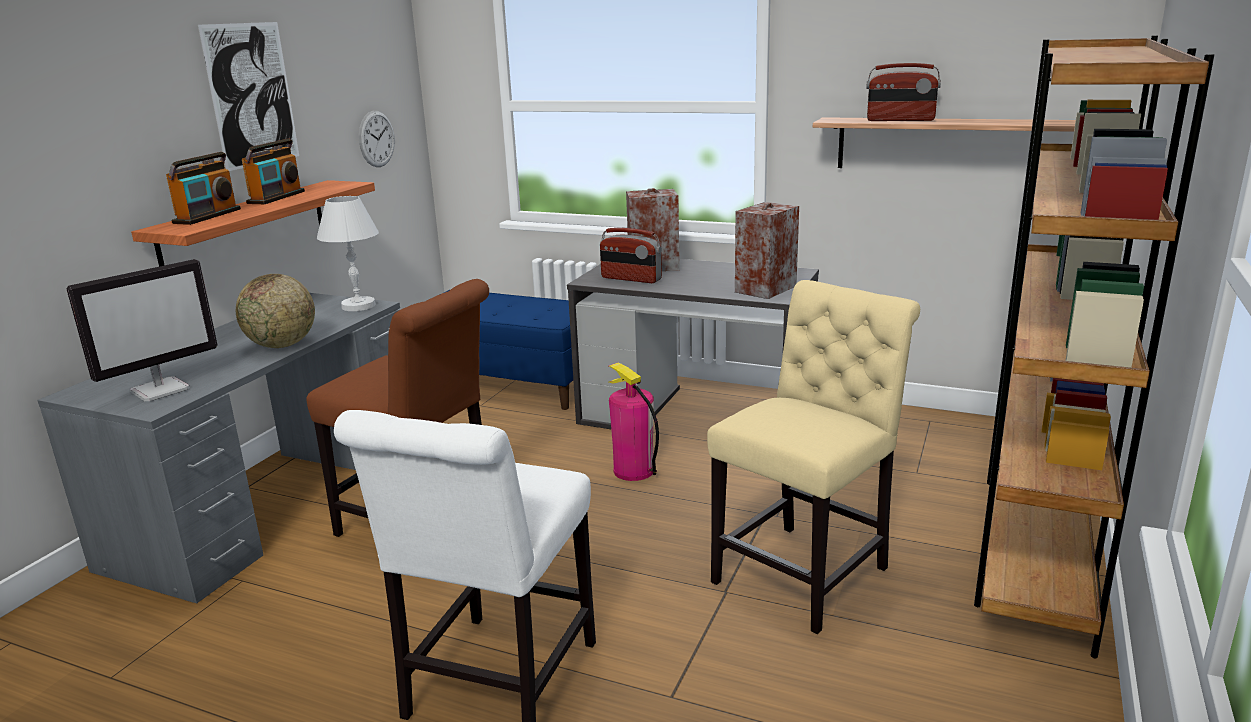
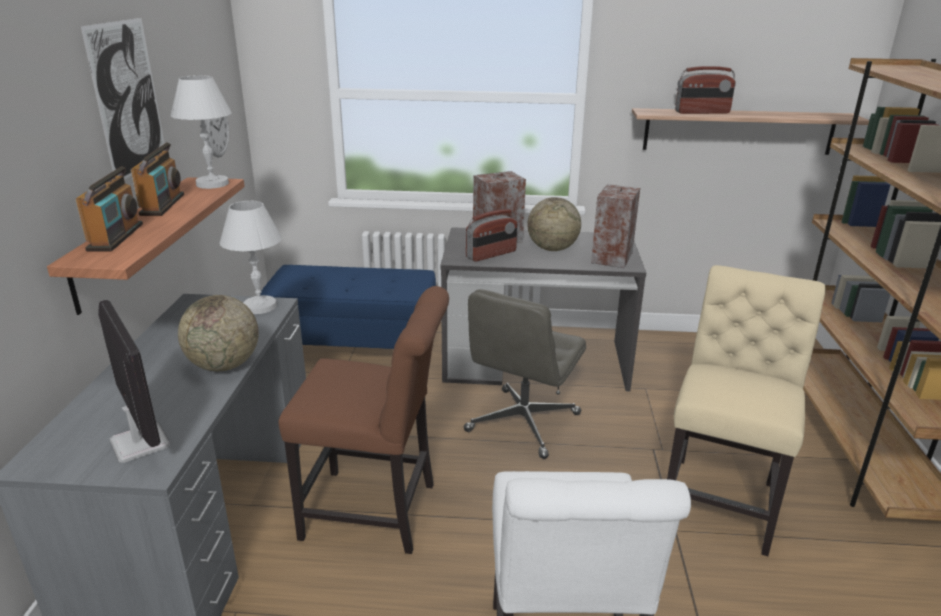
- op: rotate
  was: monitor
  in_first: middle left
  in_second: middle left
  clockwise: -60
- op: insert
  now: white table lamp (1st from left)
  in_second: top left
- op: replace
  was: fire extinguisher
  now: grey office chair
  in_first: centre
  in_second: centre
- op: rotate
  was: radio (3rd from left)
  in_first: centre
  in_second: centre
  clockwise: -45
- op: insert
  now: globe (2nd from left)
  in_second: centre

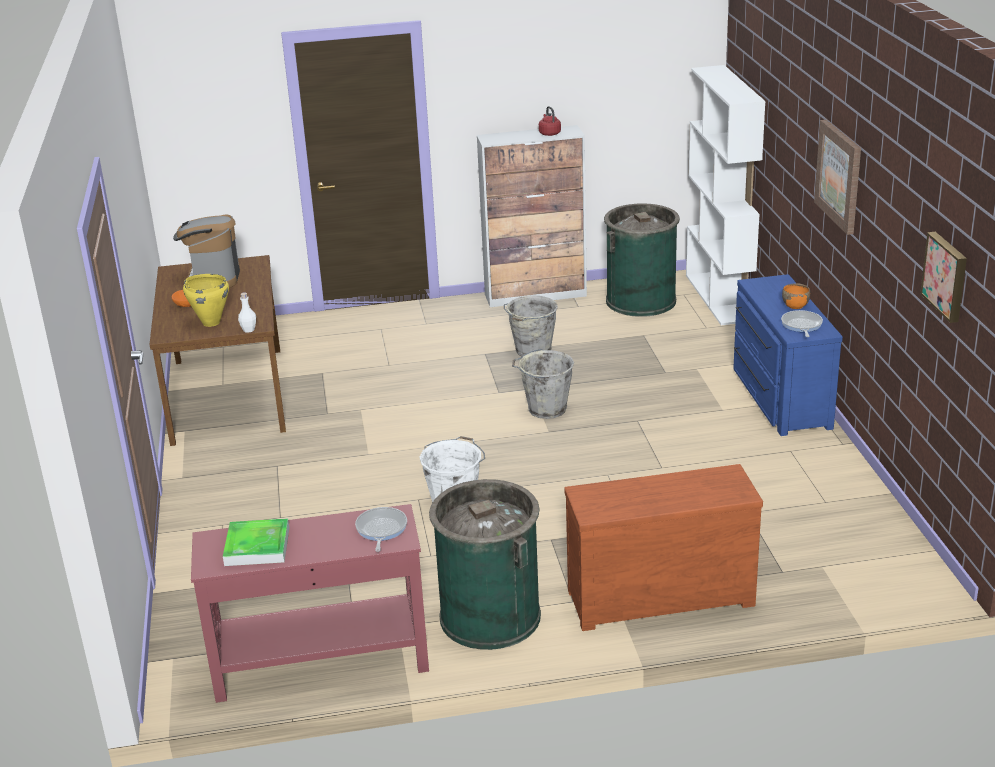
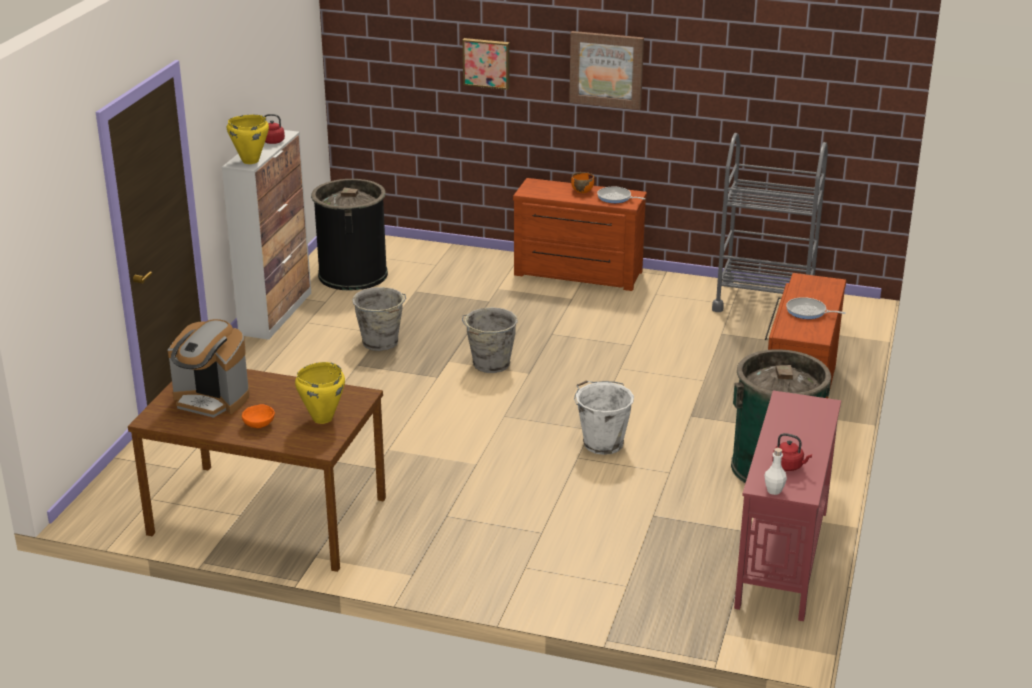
- op: insert
  now: yellow cooking pot (1st from left)
  in_second: top left
- op: recolor
  was: green trash can (2nd from left)
  now: black trash can
  in_first: centre
  in_second: centre
- op: move
  was: picture (2nd from left in the first image)
  now: picture (1st from left)
  in_first: middle right
  in_second: top centre
- op: recolor
  was: blue dresser
  now: brown dresser (1st from left)
  in_first: middle right
  in_second: centre
- op: insert
  now: grey cart
  in_second: top right
- op: move
  was: white bottle
  in_first: middle left
  in_second: bottom right
- op: replace
  was: tray
  now: red kettle (2nd from left)
  in_first: bottom left
  in_second: middle right
- op: move
  was: frying pan (1st from left in the first image)
  now: frying pan (2nd from left)
  in_first: bottom centre
  in_second: middle right
- op: delete
  was: white bookcase
  in_first: top right

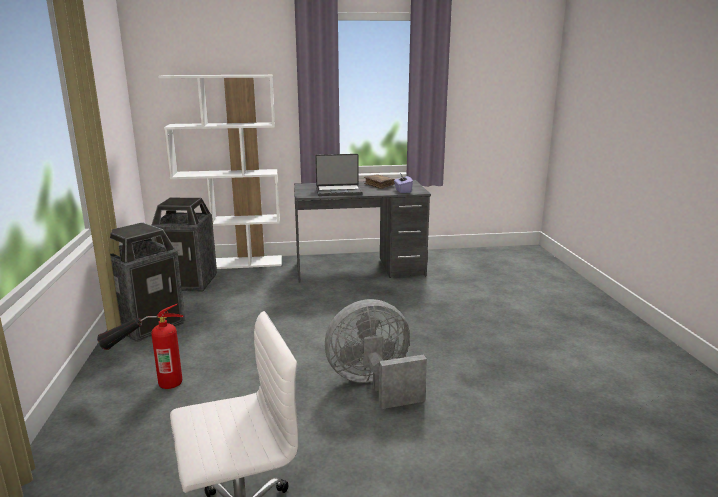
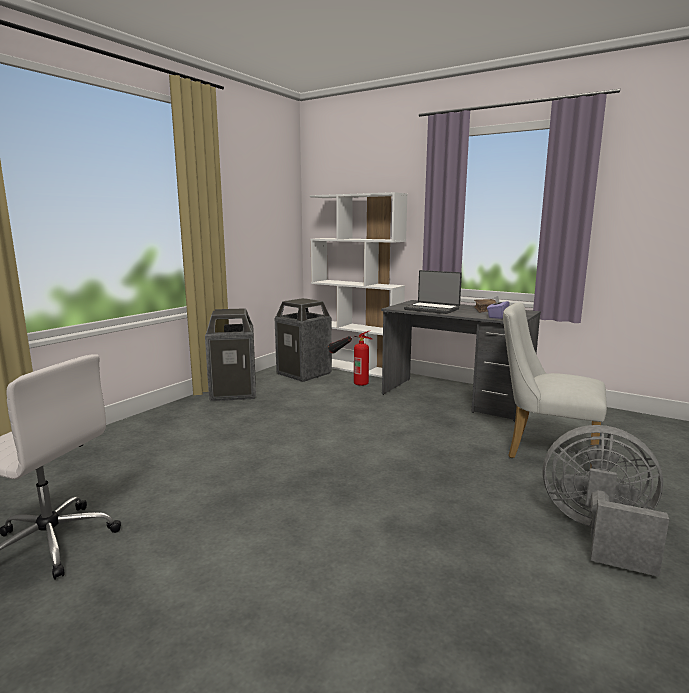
- op: move
  was: fire extinguisher
  in_first: bottom left
  in_second: centre
- op: insert
  now: white chair
  in_second: middle right
- op: move
  was: grey fan
  in_first: bottom centre
  in_second: bottom right

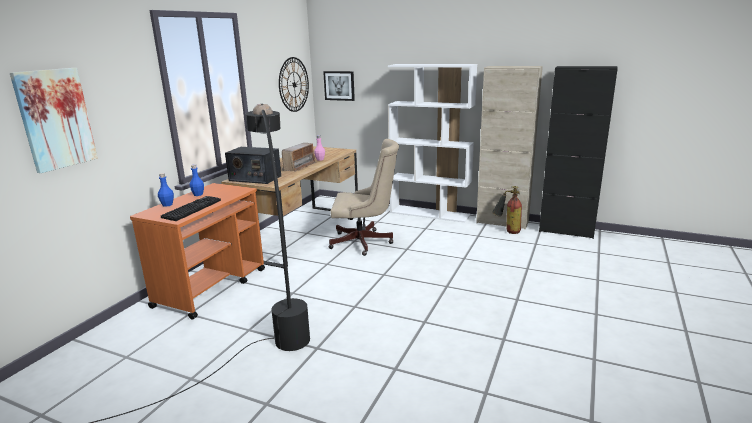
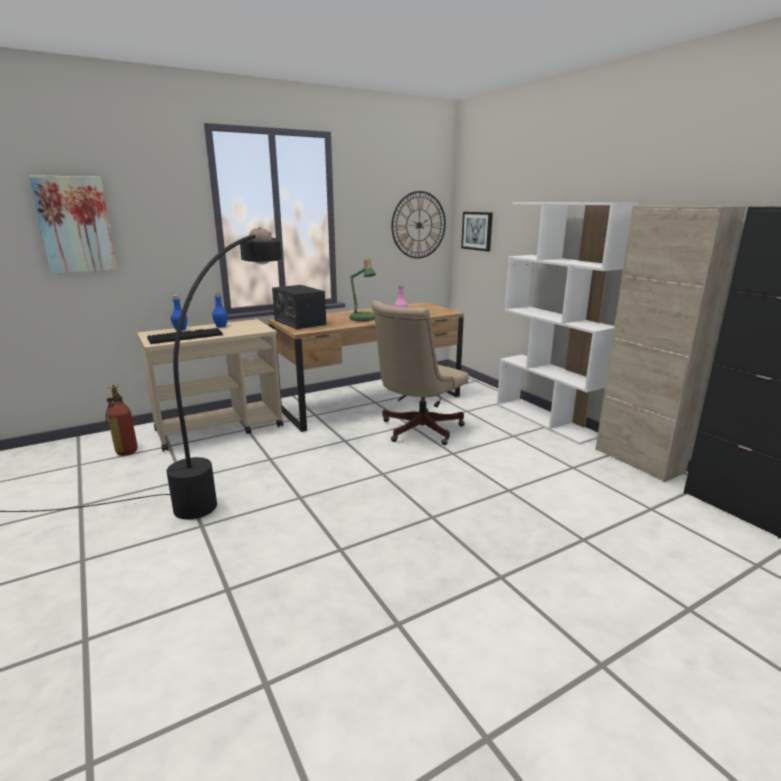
- op: move
  was: fire extinguisher
  in_first: middle right
  in_second: middle left
- op: recolor
  was: orange cart
  now: beige cart
  in_first: middle left
  in_second: middle left
- op: replace
  was: radio (2nd from left)
  now: table lamp
  in_first: centre
  in_second: centre
- op: rotate
  was: beige office chair
  in_first: centre
  in_second: centre
  clockwise: 90

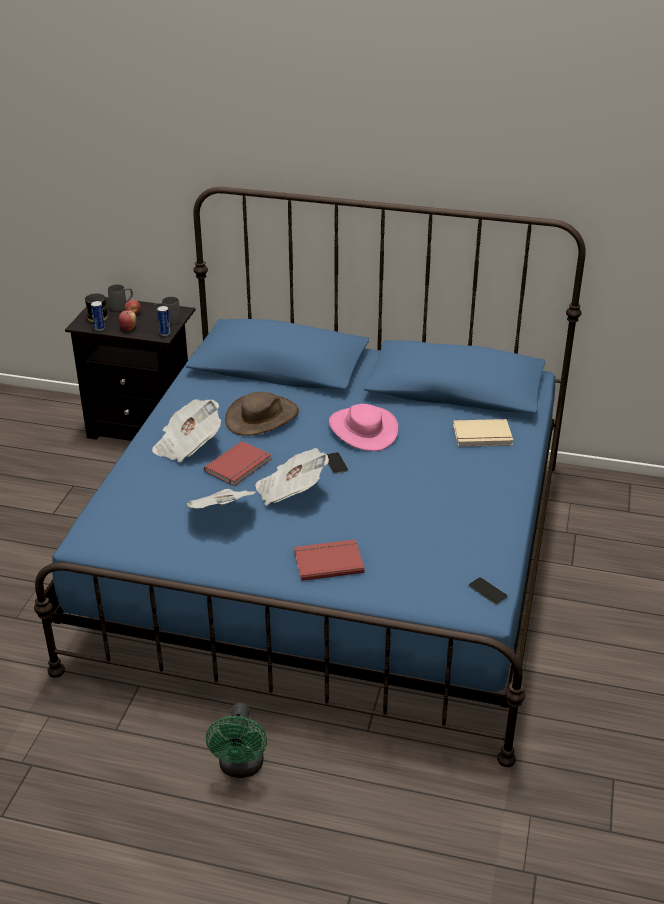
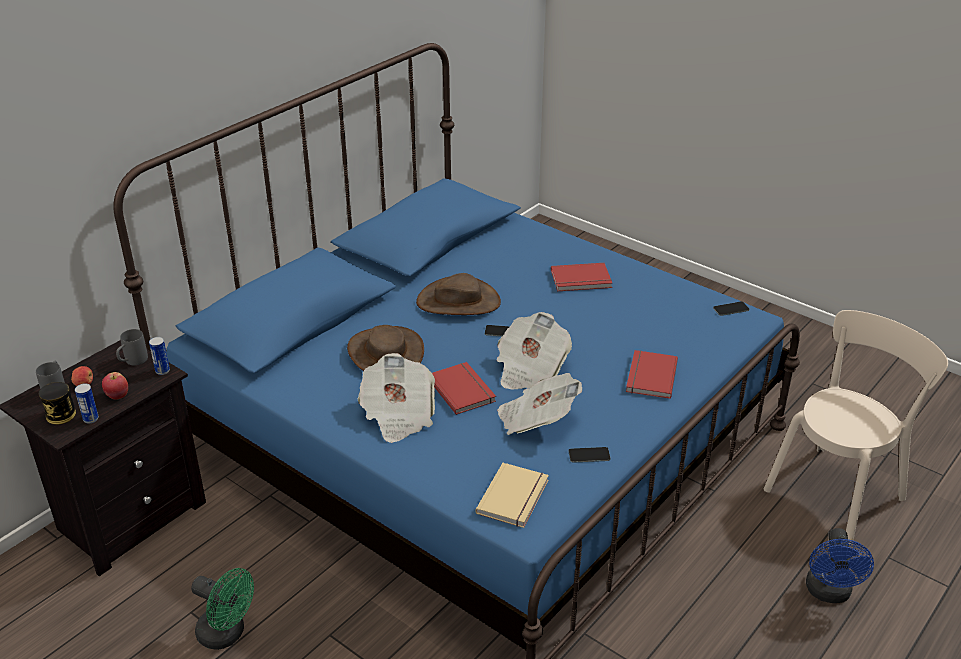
- op: move
  was: green fan
  in_first: bottom centre
  in_second: bottom left
- op: recolor
  was: pink hat
  now: brown hat (2nd from left)
  in_first: centre
  in_second: centre
- op: move
  was: beige book
  in_first: middle right
  in_second: bottom centre
- op: insert
  now: red book (2nd from left)
  in_second: centre
- op: insert
  now: phone (2nd from left)
  in_second: bottom centre
- op: insert
  now: beige chair
  in_second: middle right
- op: insert
  now: blue fan
  in_second: bottom right

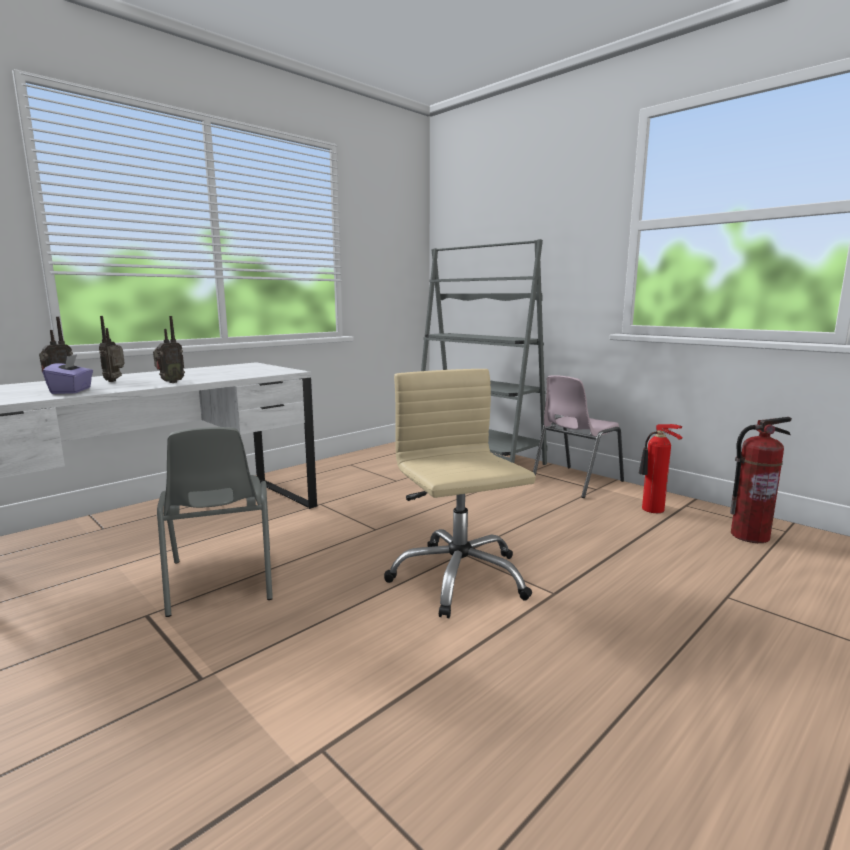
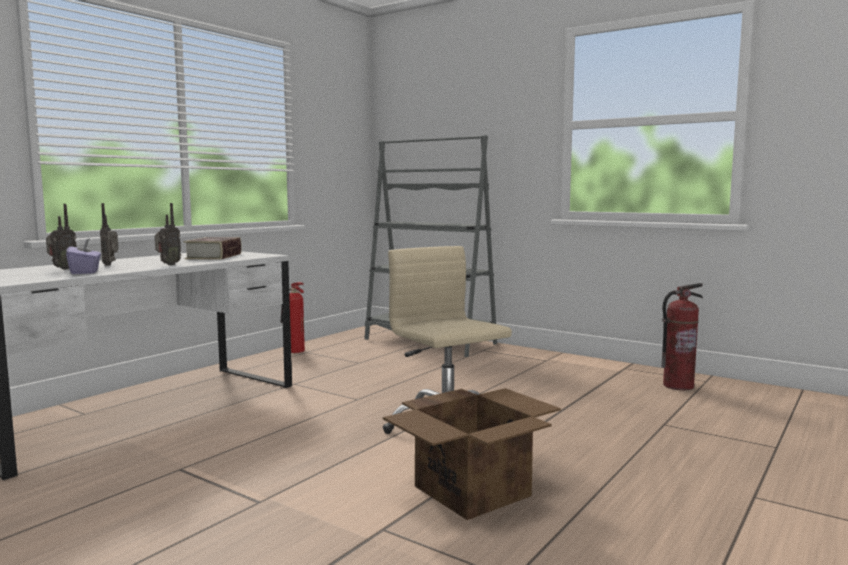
- op: insert
  now: book
  in_second: middle left
- op: move
  was: fire extinguisher (1st from left)
  in_first: middle right
  in_second: centre
- op: insert
  now: cardboard box
  in_second: bottom centre
- op: delete
  was: grey chair
  in_first: middle left
- op: delete
  was: pink chair
  in_first: middle right

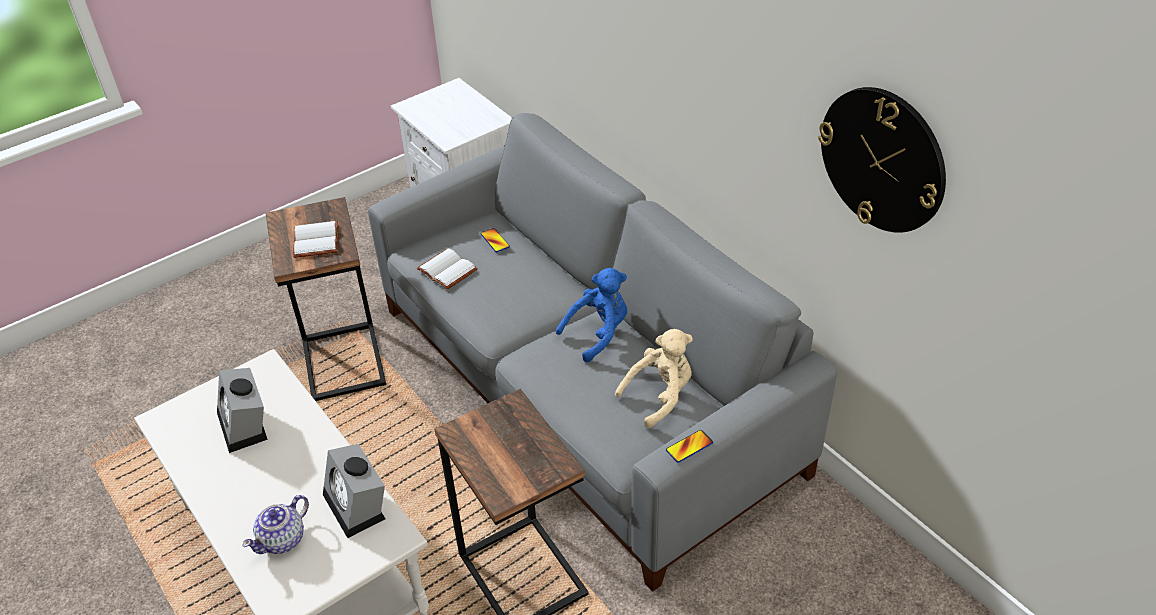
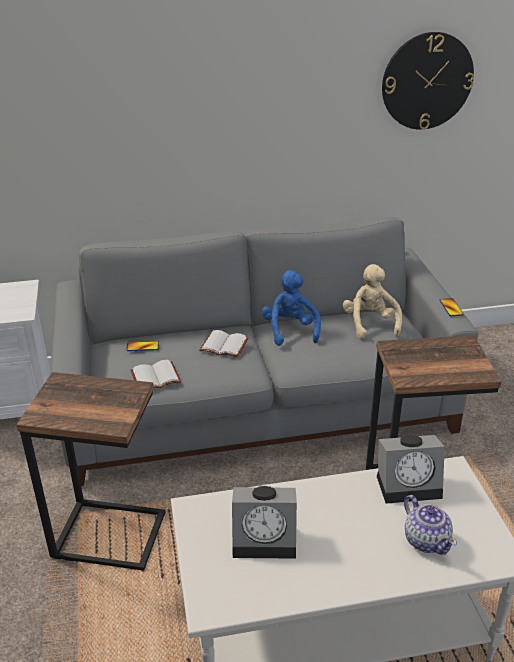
- op: move
  was: white book (1st from left in the first image)
  now: white book (2nd from left)
  in_first: middle left
  in_second: centre

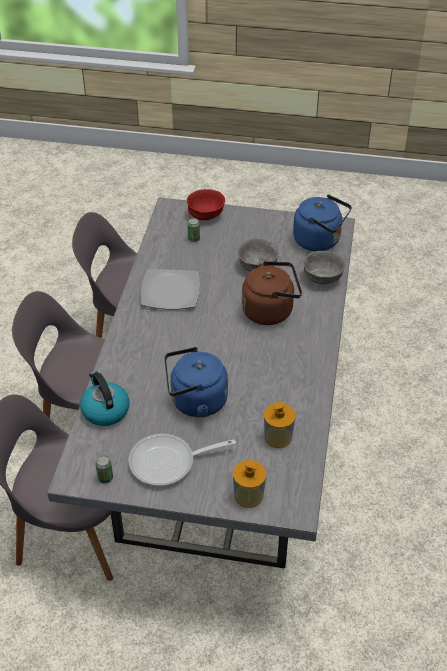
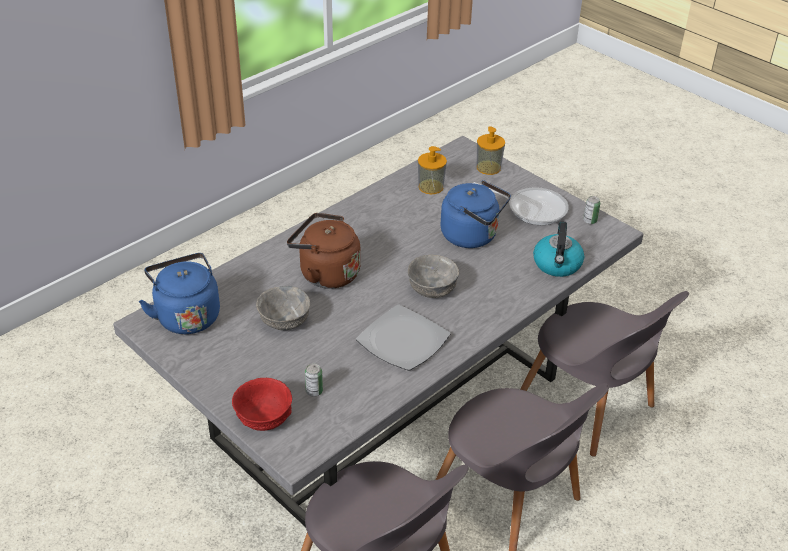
- op: move
  was: grey bowl (2nd from left)
  in_first: middle right
  in_second: centre

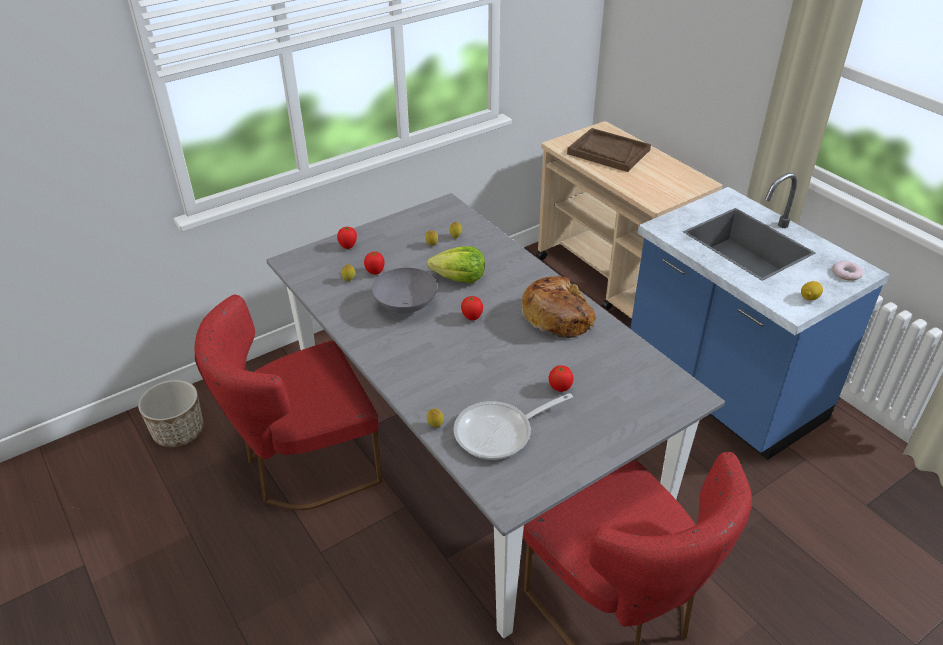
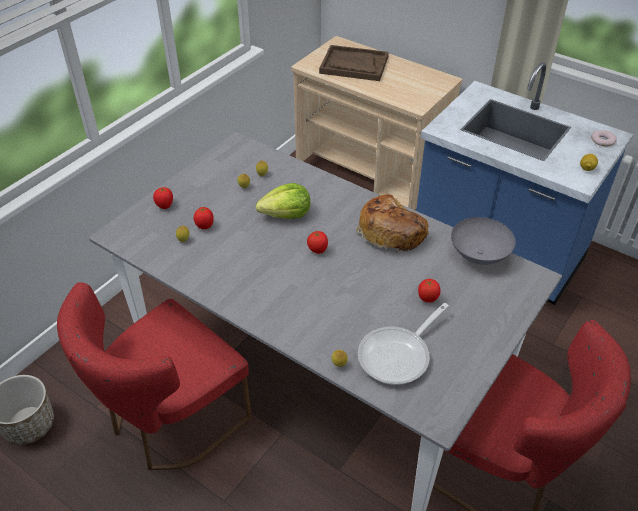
- op: move
  was: grey bowl
  in_first: centre
  in_second: middle right

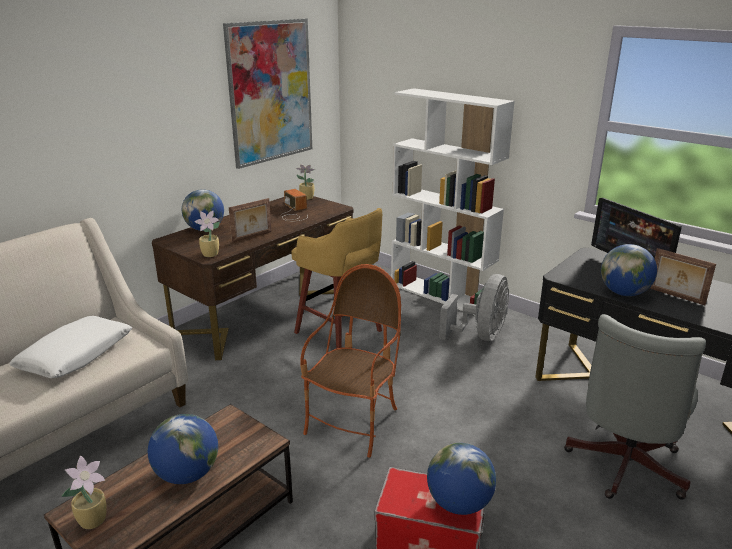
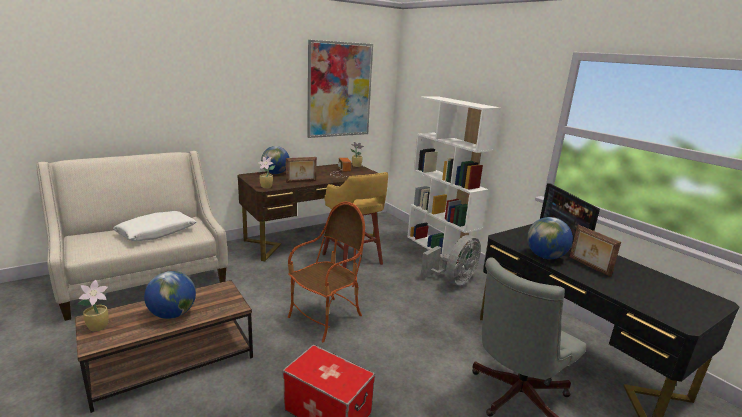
- op: delete
  was: globe (3rd from left)
  in_first: bottom centre

